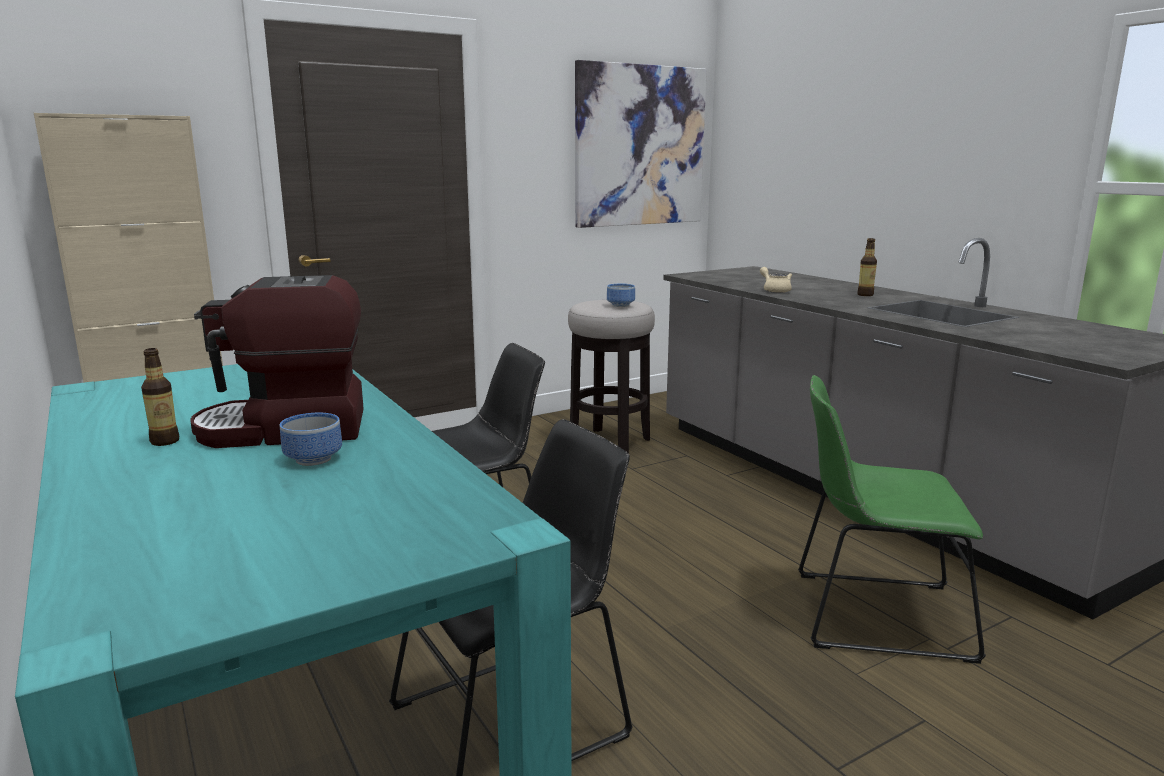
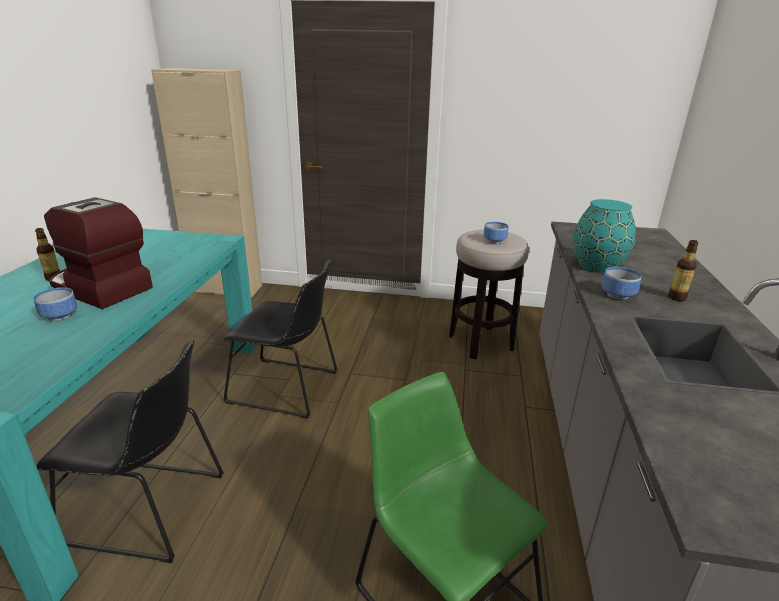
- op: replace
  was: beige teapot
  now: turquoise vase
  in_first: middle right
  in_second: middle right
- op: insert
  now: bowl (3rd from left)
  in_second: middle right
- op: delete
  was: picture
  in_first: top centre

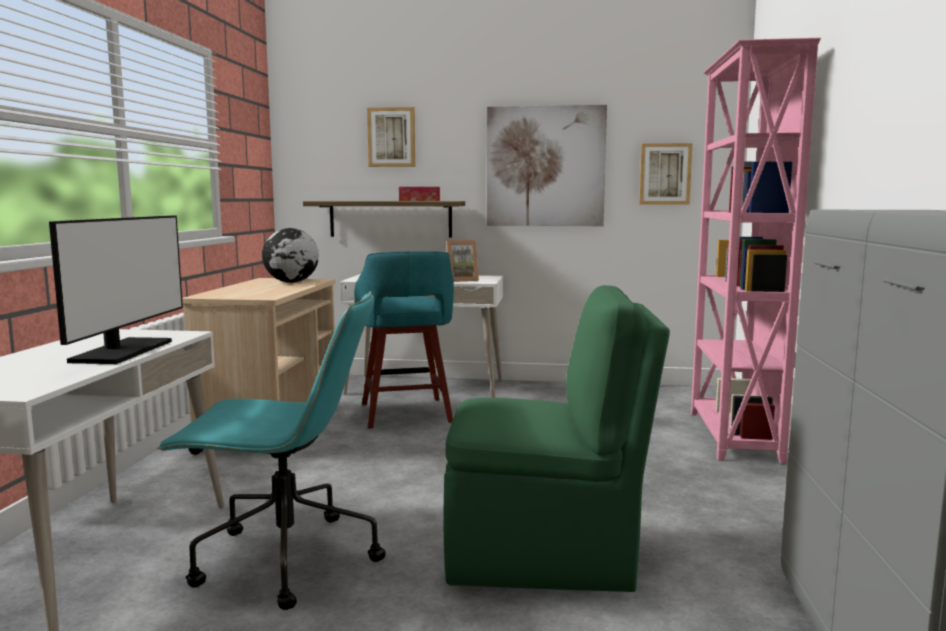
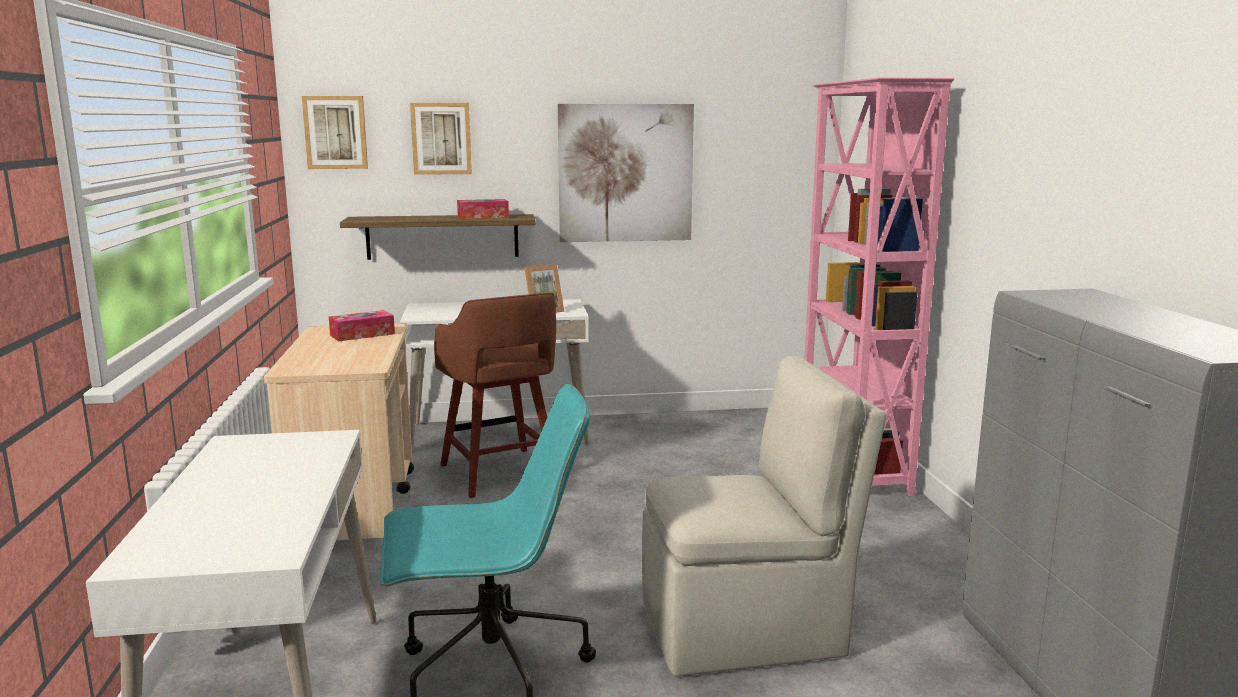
- op: move
  was: picture (3rd from left in the first image)
  now: picture (1st from left)
  in_first: top right
  in_second: top left
- op: replace
  was: globe
  now: tissue box (1st from left)
  in_first: middle left
  in_second: middle left
- op: recolor
  was: turquoise stool
  now: brown stool
  in_first: centre
  in_second: centre
- op: recolor
  was: green chair
  now: beige chair
  in_first: bottom centre
  in_second: bottom centre
- op: delete
  was: monitor
  in_first: middle left

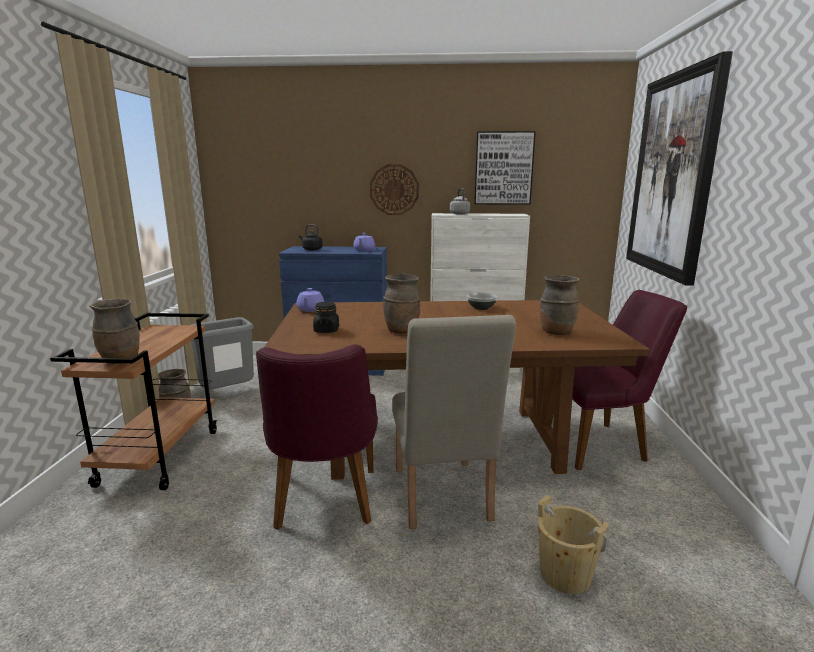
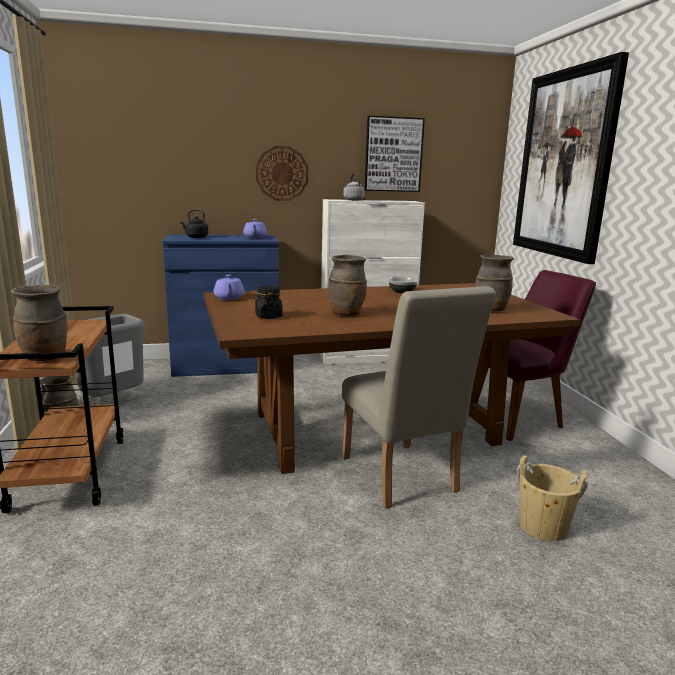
- op: delete
  was: purple chair (1st from left)
  in_first: bottom centre

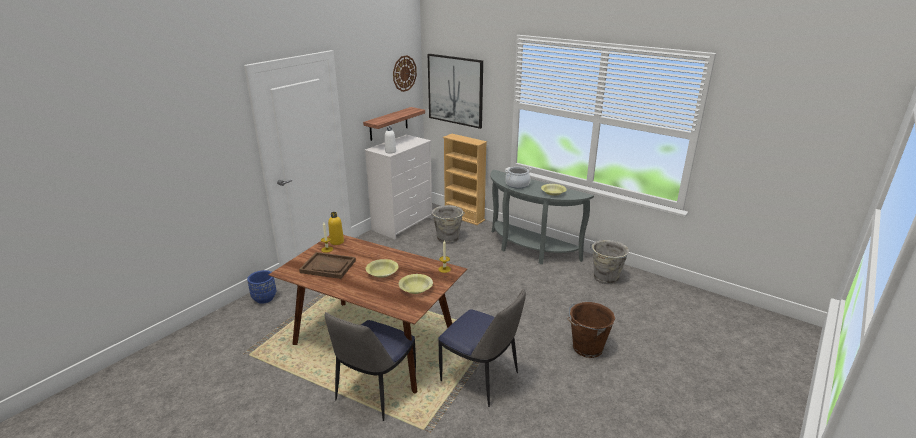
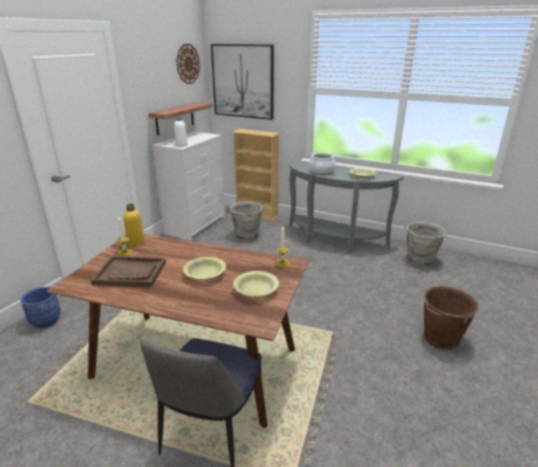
- op: delete
  was: chair (2nd from left)
  in_first: bottom centre

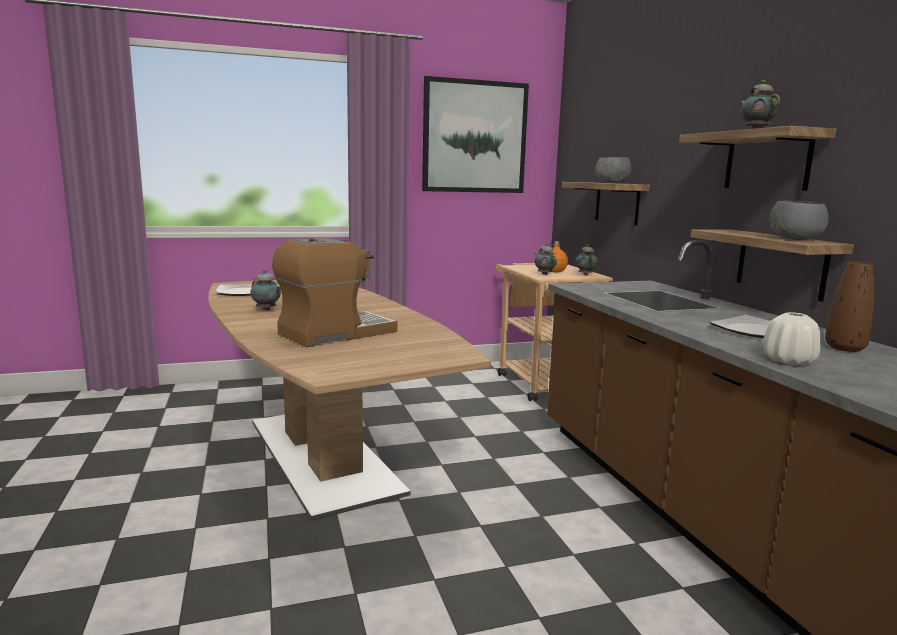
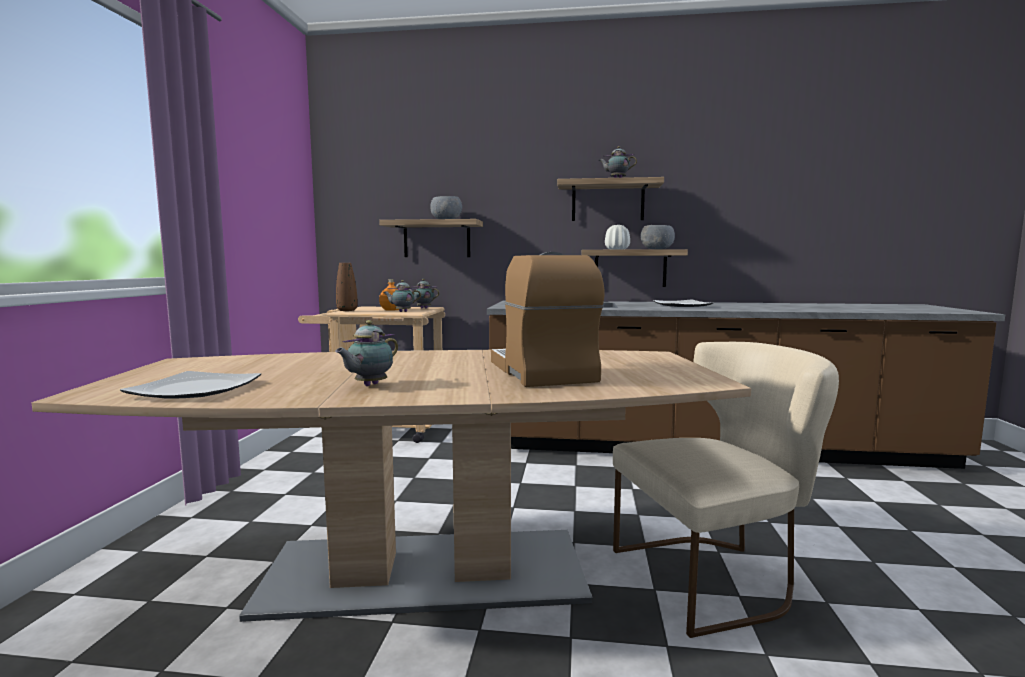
- op: rotate
  was: teapot (1st from left)
  in_first: middle left
  in_second: centre
  clockwise: 150
- op: move
  was: brown vase
  in_first: middle right
  in_second: centre
- op: move
  was: white vase
  in_first: middle right
  in_second: centre
- op: insert
  now: beige chair
  in_second: bottom right
- op: delete
  was: picture
  in_first: top centre

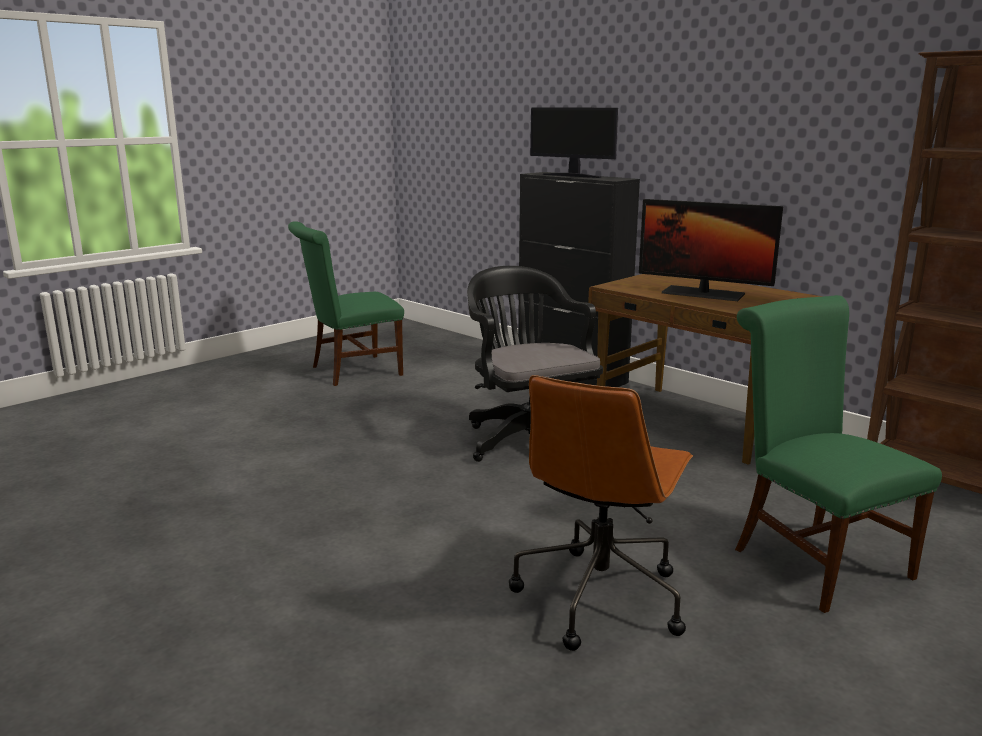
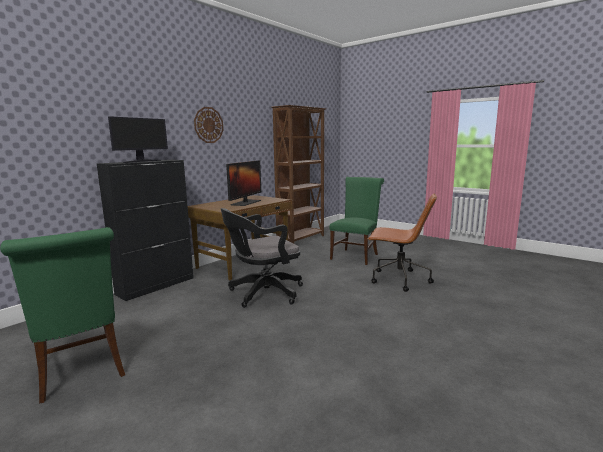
- op: insert
  now: wall clock
  in_second: top centre
- op: rotate
  was: green chair (2nd from left)
  in_first: middle right
  in_second: centre
  clockwise: 150

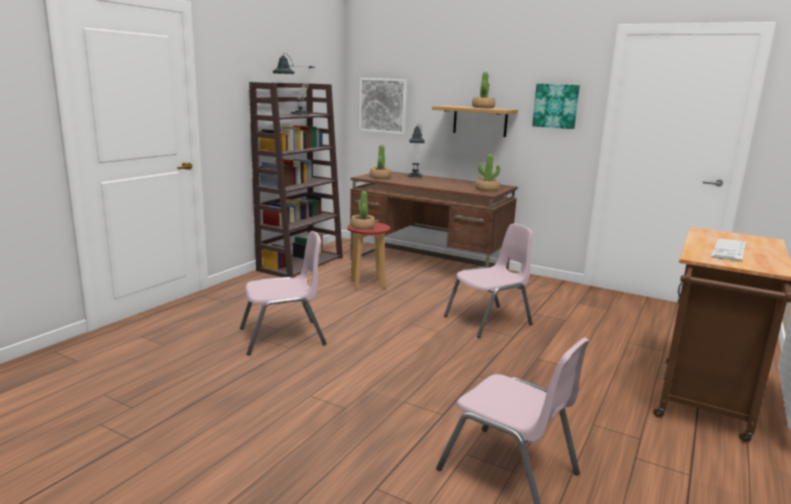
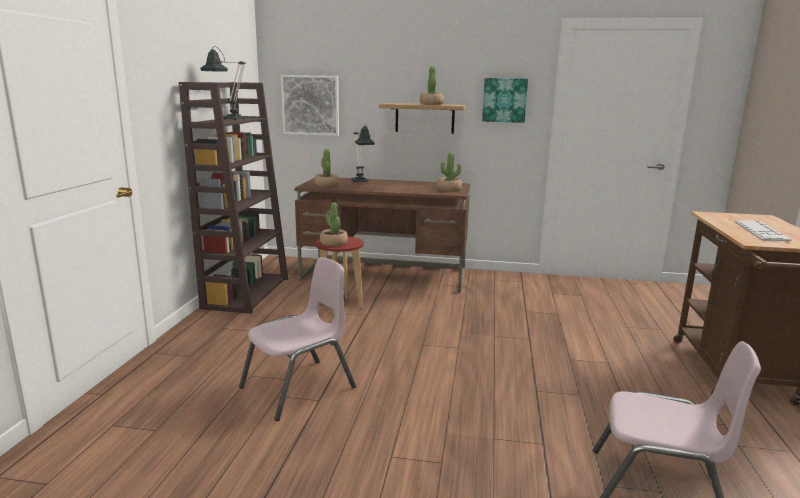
- op: delete
  was: pink chair (2nd from left)
  in_first: centre

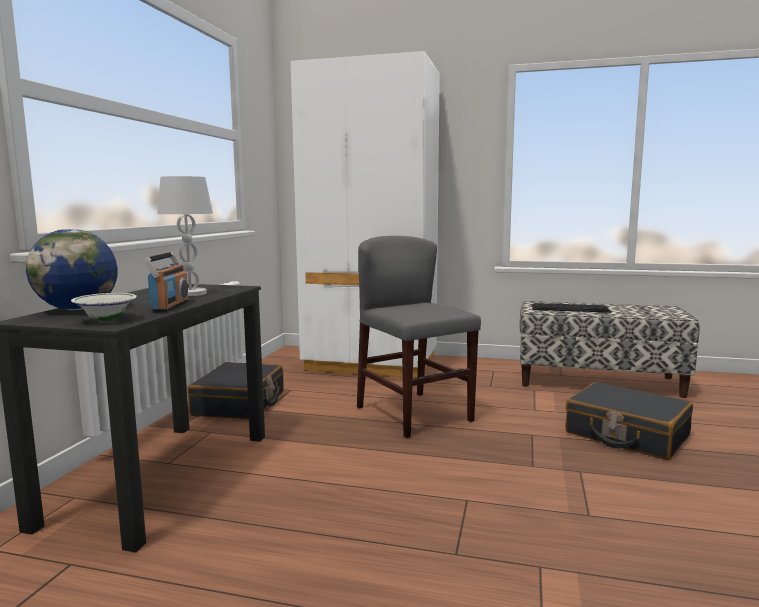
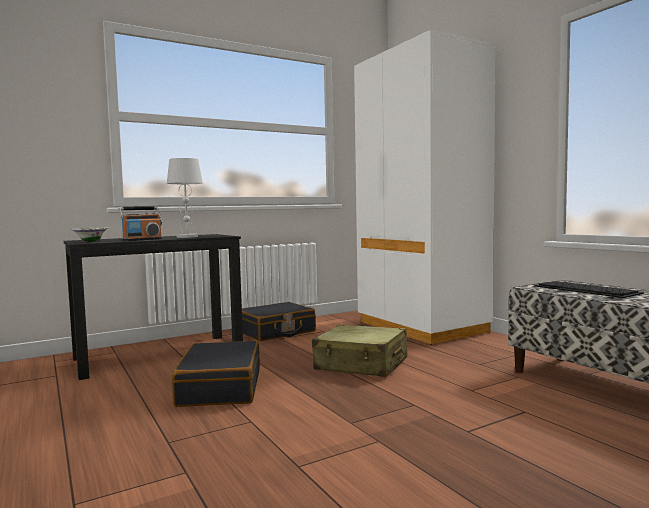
- op: move
  was: black suitcase (2nd from left in the first image)
  now: black suitcase (1st from left)
  in_first: bottom right
  in_second: bottom left
- op: replace
  was: grey chair
  now: beige suitcase
  in_first: centre
  in_second: bottom centre
- op: delete
  was: globe
  in_first: middle left

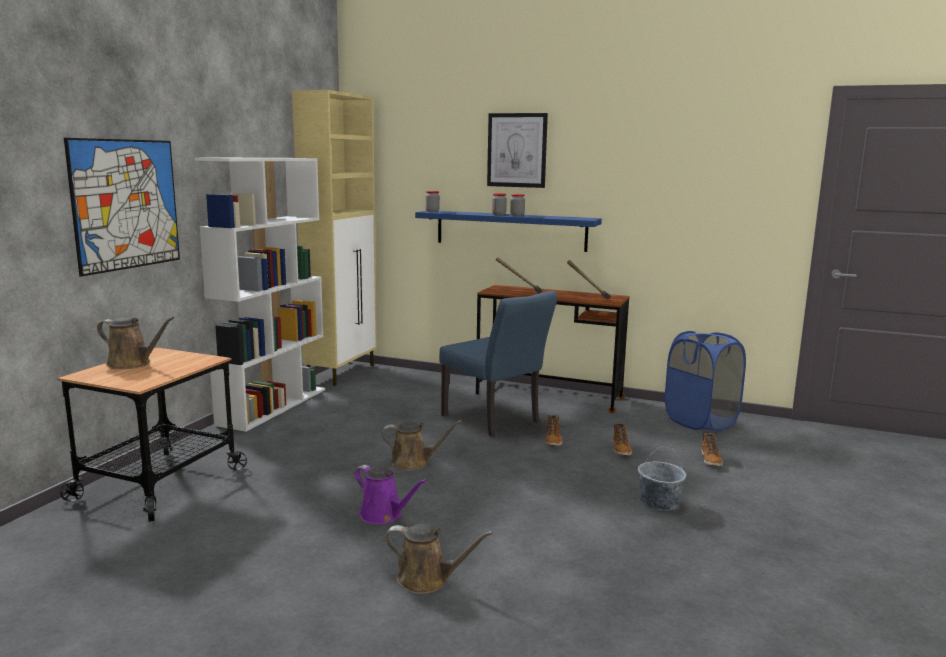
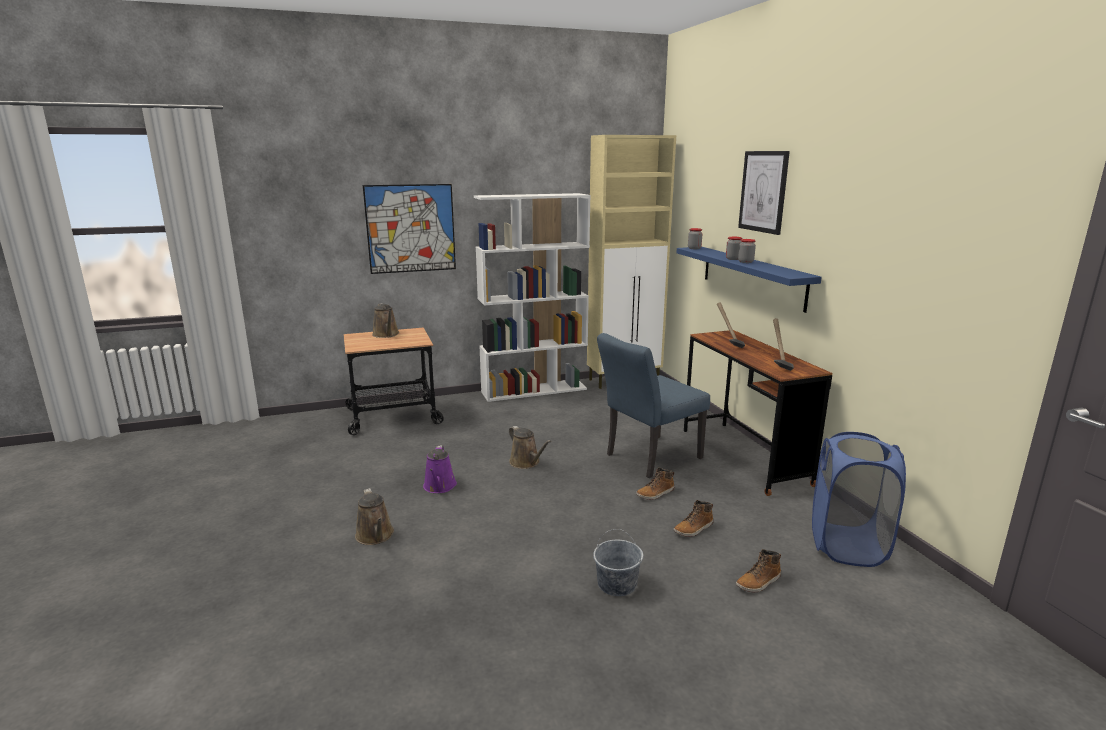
- op: rotate
  was: blue chair
  in_first: centre
  in_second: centre
  clockwise: 45

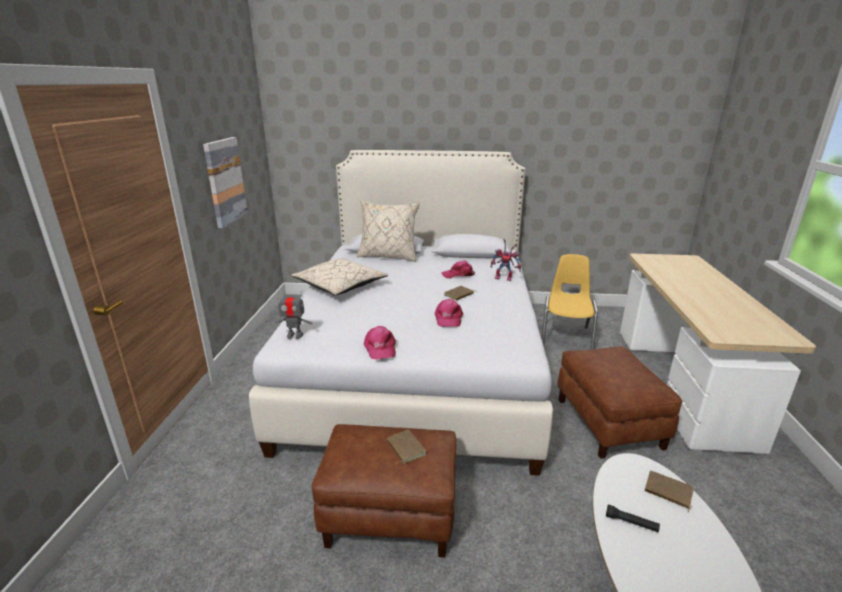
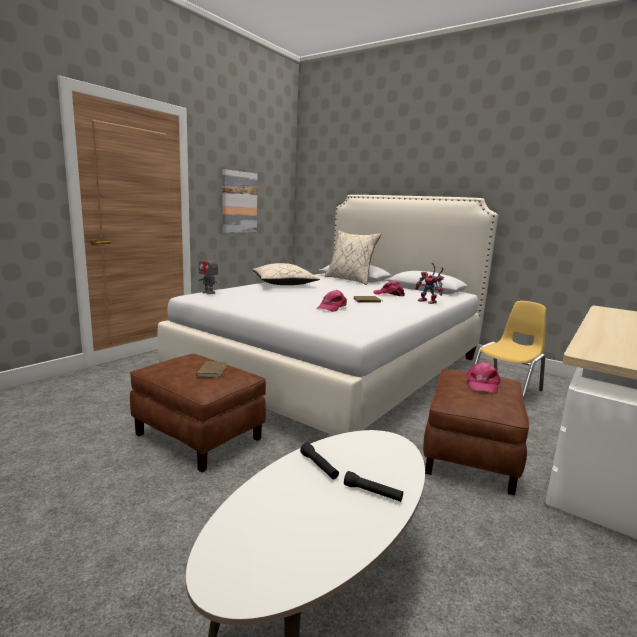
- op: insert
  now: black flashlight (2nd from left)
  in_second: bottom centre
- op: move
  was: pink cap (1st from left in the first image)
  now: pink cap (3rd from left)
  in_first: centre
  in_second: middle right
- op: delete
  was: brown book (3rd from left)
  in_first: bottom right

